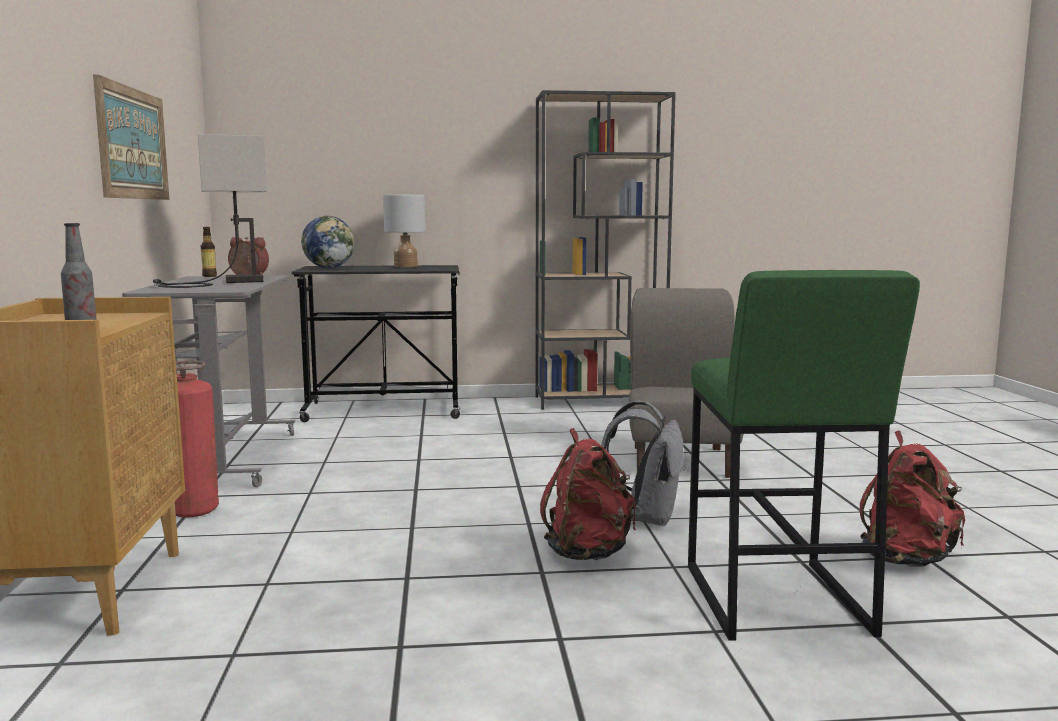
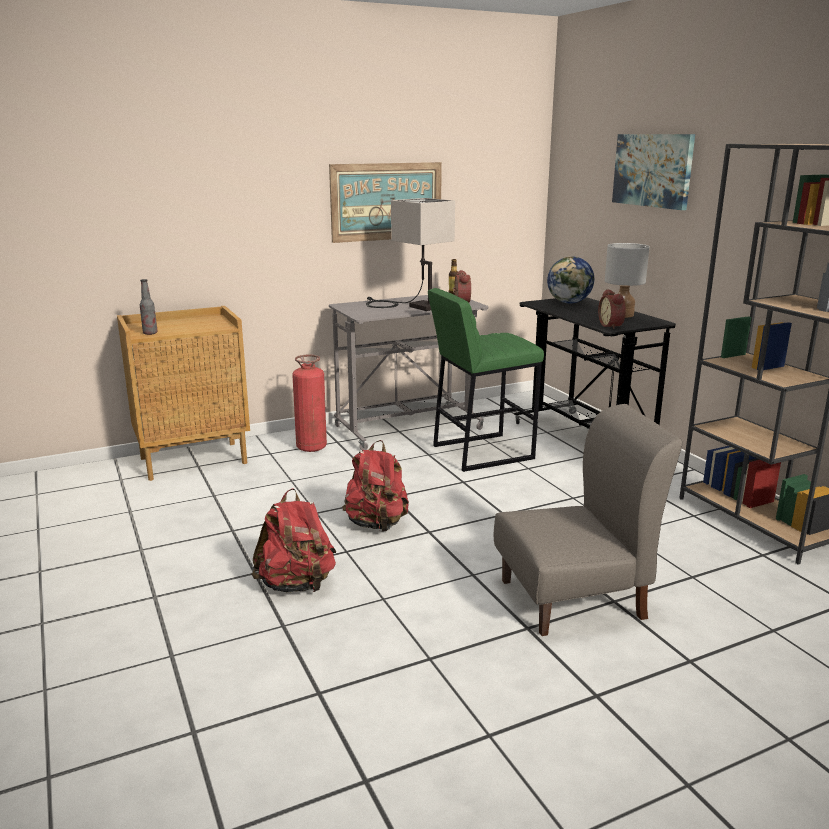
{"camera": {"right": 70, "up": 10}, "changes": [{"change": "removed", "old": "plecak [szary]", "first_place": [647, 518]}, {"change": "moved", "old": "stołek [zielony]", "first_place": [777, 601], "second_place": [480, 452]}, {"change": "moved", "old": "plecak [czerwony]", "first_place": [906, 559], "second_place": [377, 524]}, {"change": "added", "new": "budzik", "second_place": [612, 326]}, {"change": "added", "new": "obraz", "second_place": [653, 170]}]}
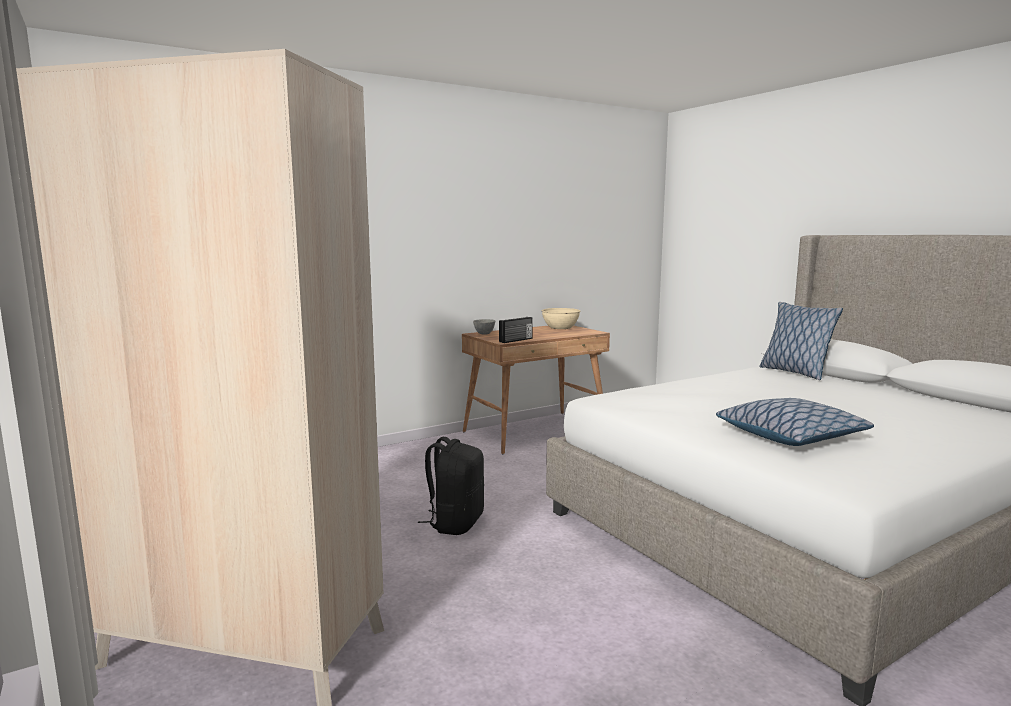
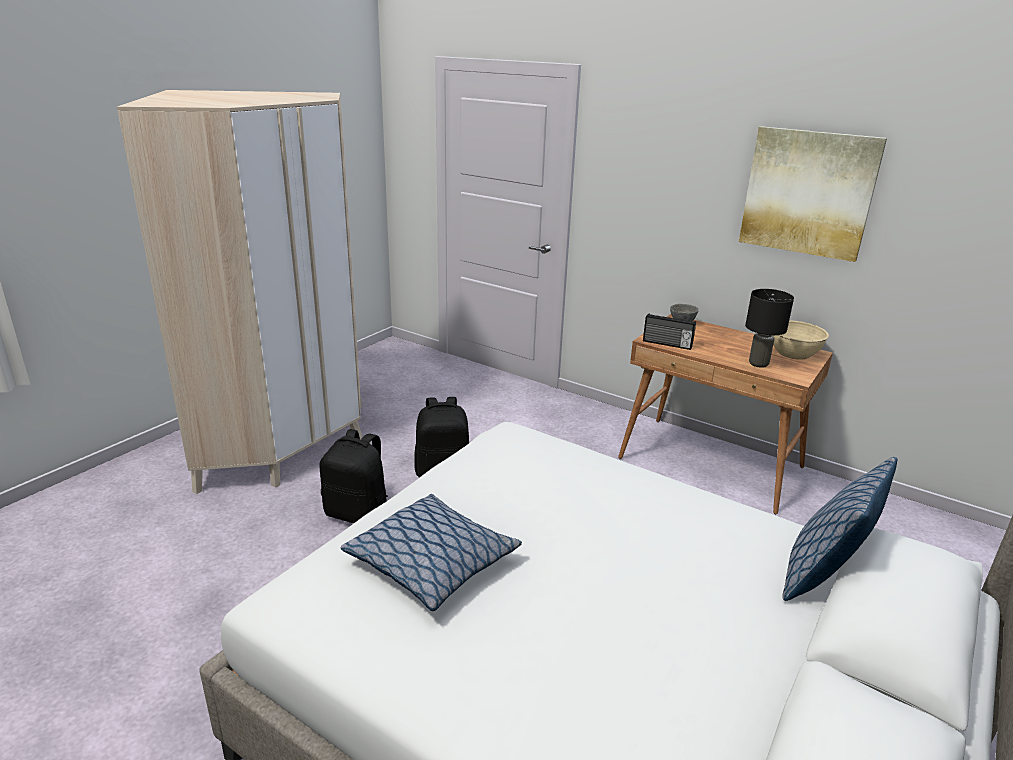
{"camera": {"right": 65, "up": 15}, "changes": [{"change": "added", "new": "plecak [czarny]", "second_place": [358, 513]}, {"change": "added", "new": "obraz", "second_place": [808, 193]}, {"change": "added", "new": "lampa stołowa [czarny]", "second_place": [757, 364]}]}
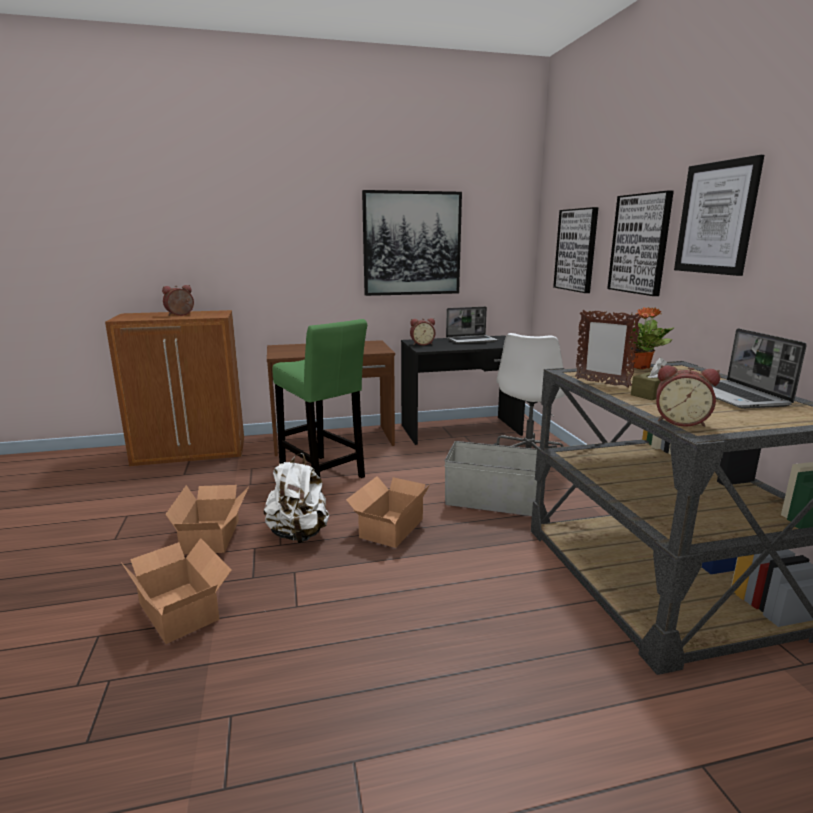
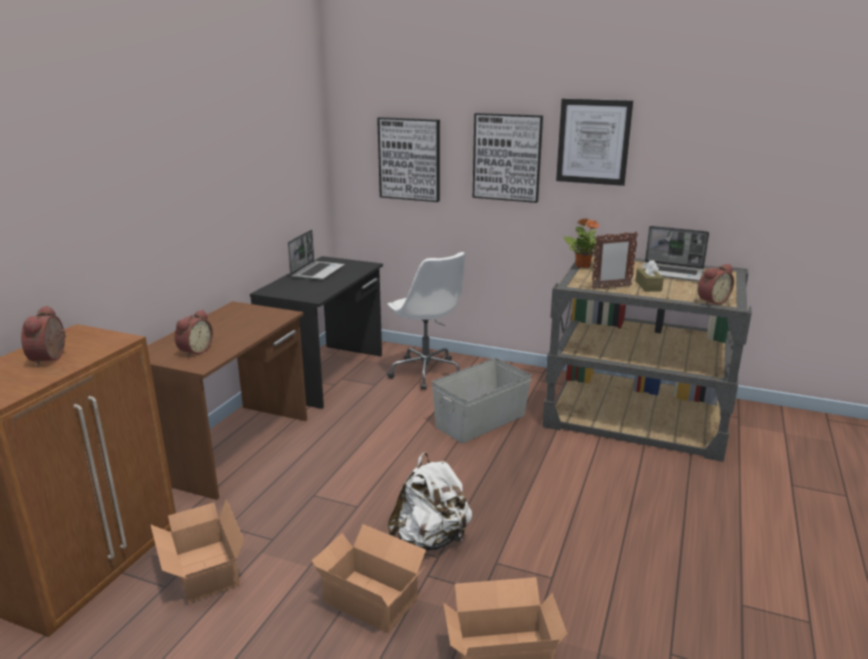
{"camera": {"right": -55, "up": 5}, "changes": [{"change": "removed", "old": "stołek [zielony]", "first_place": [323, 475]}, {"change": "moved", "old": "karton", "first_place": [388, 528], "second_place": [203, 573]}, {"change": "removed", "old": "obraz", "first_place": [412, 244]}, {"change": "moved", "old": "budzik", "first_place": [422, 344], "second_place": [194, 351]}]}
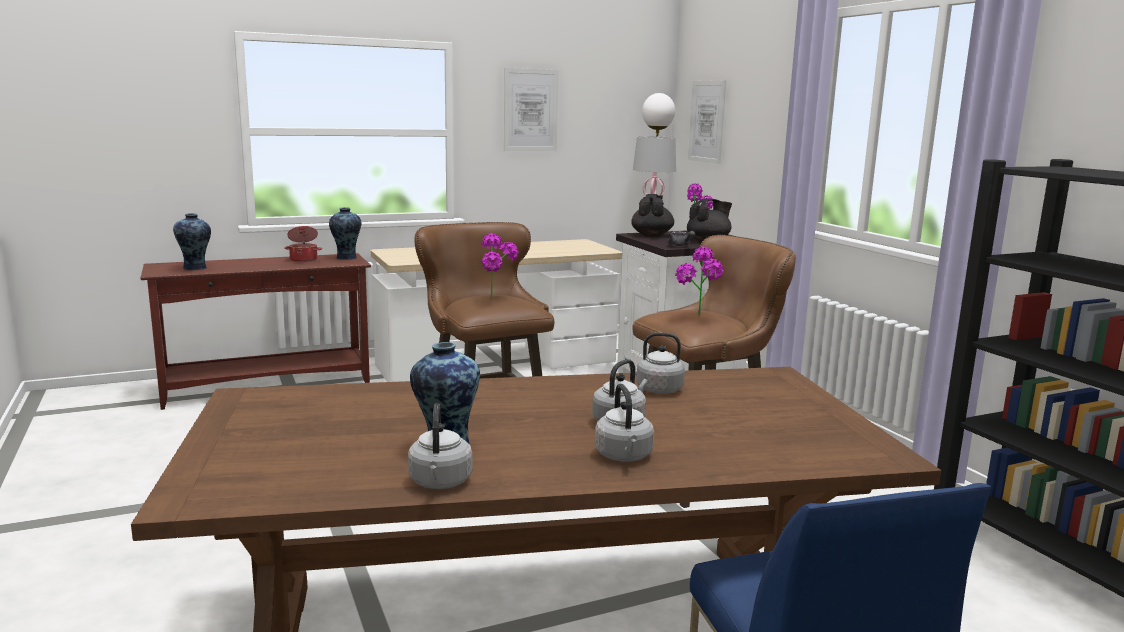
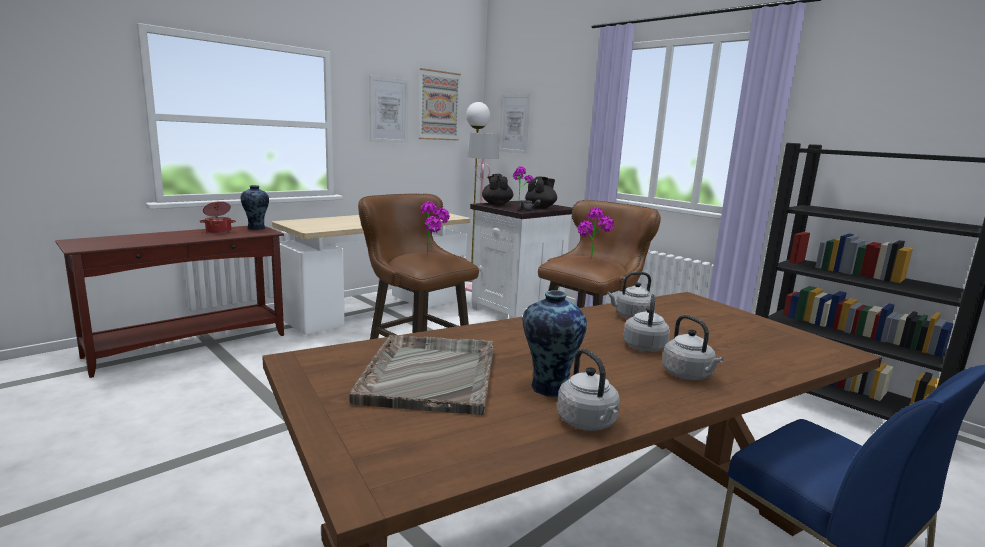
{"camera": {"right": -20, "up": 0}, "changes": [{"change": "removed", "old": "wazon", "first_place": [195, 268]}, {"change": "added", "new": "taca [szary]", "second_place": [430, 374]}, {"change": "added", "new": "obraz", "second_place": [439, 106]}]}
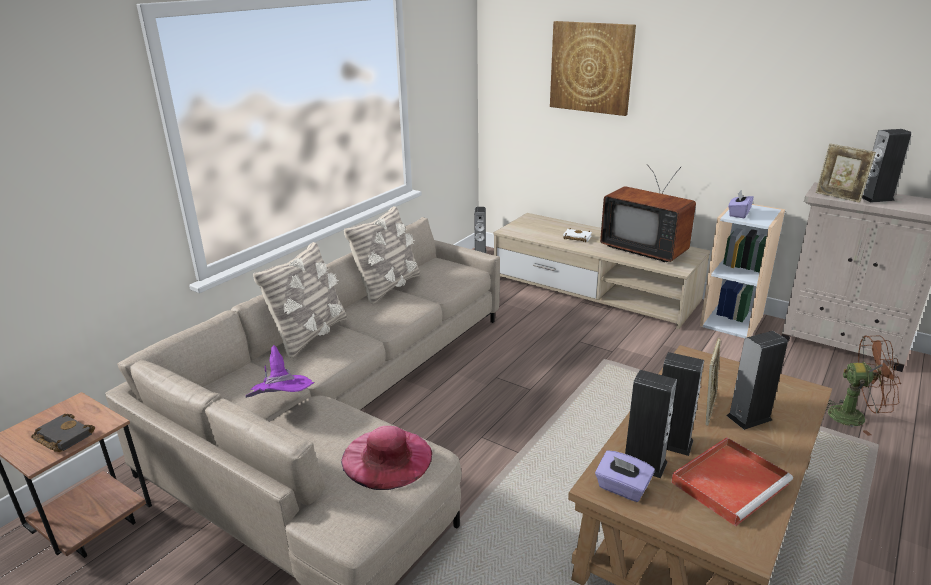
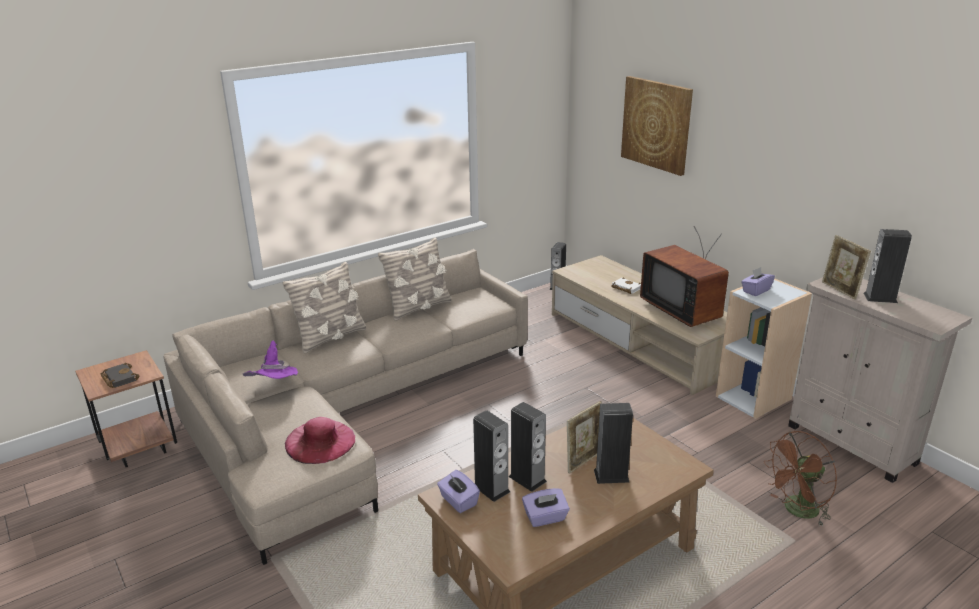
{"camera": {"right": 20, "up": 0}, "changes": [{"change": "replaced", "old": "taca [czerwony]", "new": "pudełko chusteczek [fioletowy]", "first_place": [730, 482], "second_place": [545, 518]}, {"change": "turned", "old": "wentylator [brązowy]", "first_place": [854, 416], "second_place": [796, 511], "degrees": 120}]}
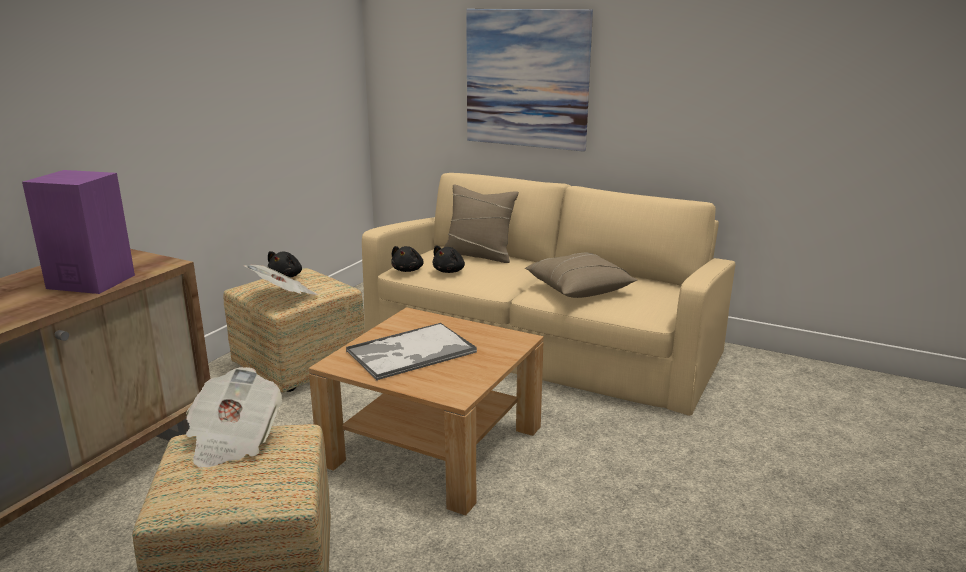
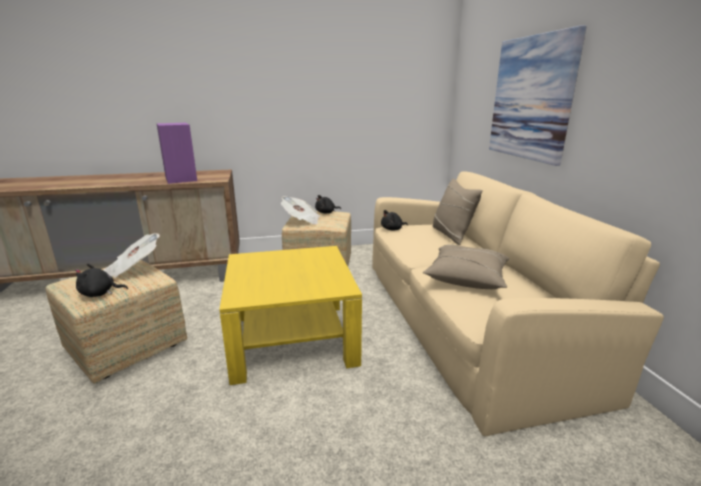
{"camera": {"right": 50, "up": 0}, "changes": [{"change": "recoloured", "old": "ława [brązowy]", "new": "ława [żółty]", "first_place": [433, 445], "second_place": [292, 338]}, {"change": "removed", "old": "taca", "first_place": [410, 352]}, {"change": "moved", "old": "pluszak [czarny]", "first_place": [450, 271], "second_place": [100, 293]}]}
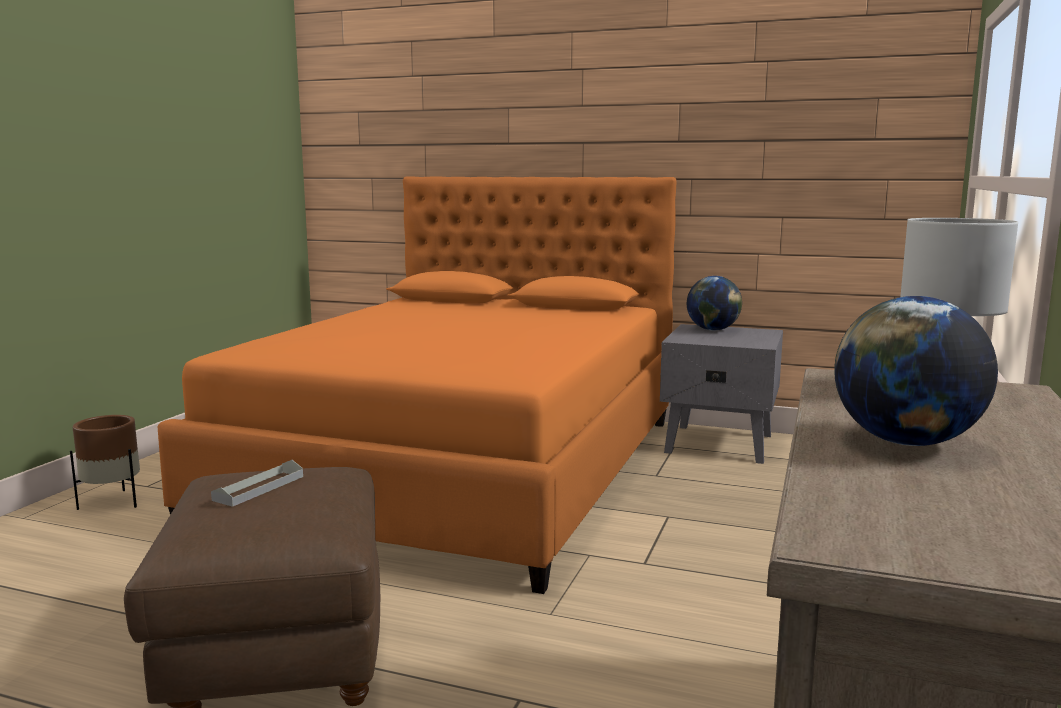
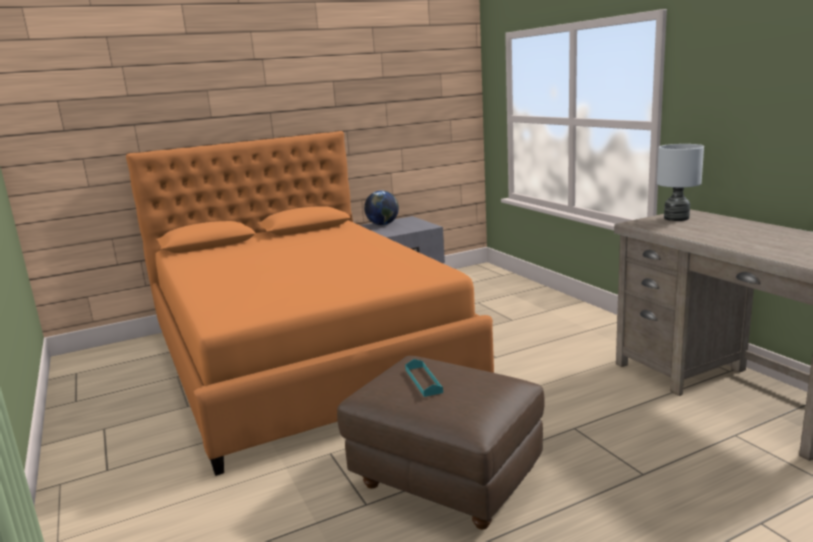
{"camera": {"right": -45, "up": 5}, "changes": [{"change": "removed", "old": "donica [brązowy]", "first_place": [113, 502]}, {"change": "recoloured", "old": "taca [szary]", "new": "taca [turkusowy]", "first_place": [259, 488], "second_place": [423, 381]}, {"change": "removed", "old": "globus", "first_place": [905, 442]}]}
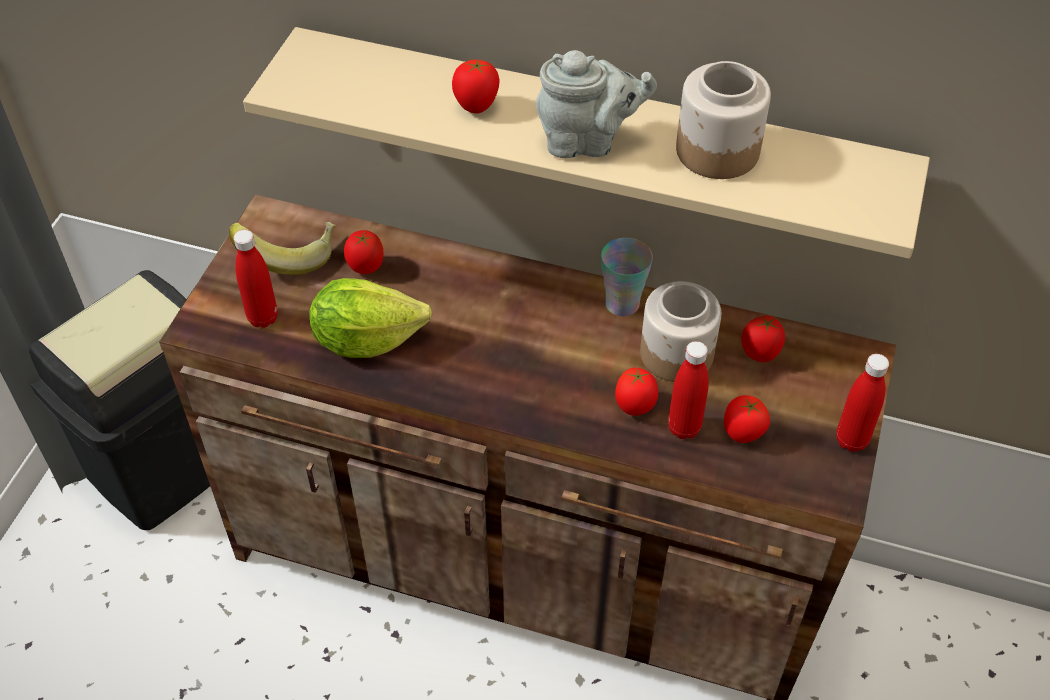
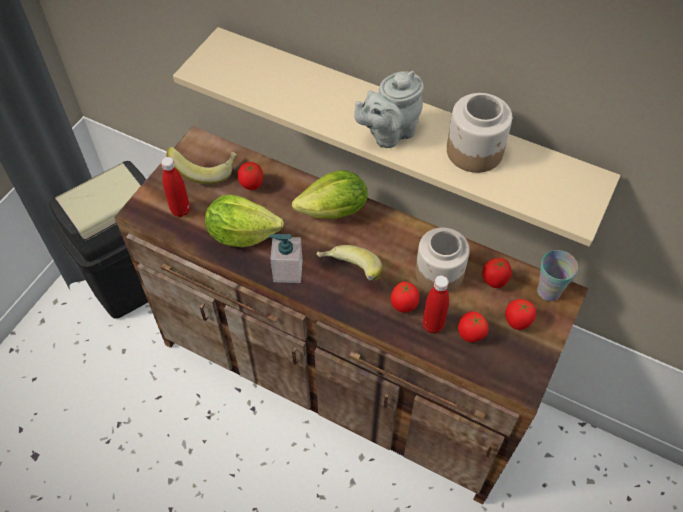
{"camera": {"right": 10, "up": 5}, "changes": [{"change": "moved", "old": "pomidor", "first_place": [476, 107], "second_place": [517, 323]}, {"change": "turned", "old": "imbryk [szary]", "first_place": [587, 142], "second_place": [388, 133], "degrees": 135}, {"change": "moved", "old": "filiżanka", "first_place": [622, 304], "second_place": [548, 291]}, {"change": "removed", "old": "butelka [czerwony]", "first_place": [851, 440]}, {"change": "added", "new": "dozownik mydła", "second_place": [287, 271]}, {"change": "added", "new": "sałata", "second_place": [334, 211]}, {"change": "added", "new": "banan", "second_place": [348, 273]}]}
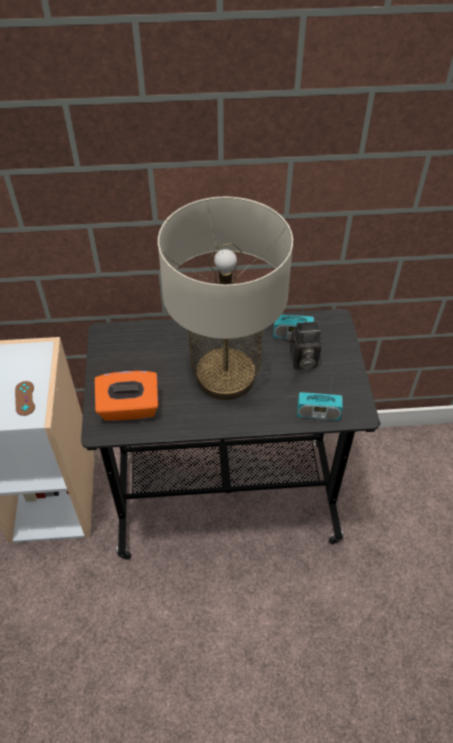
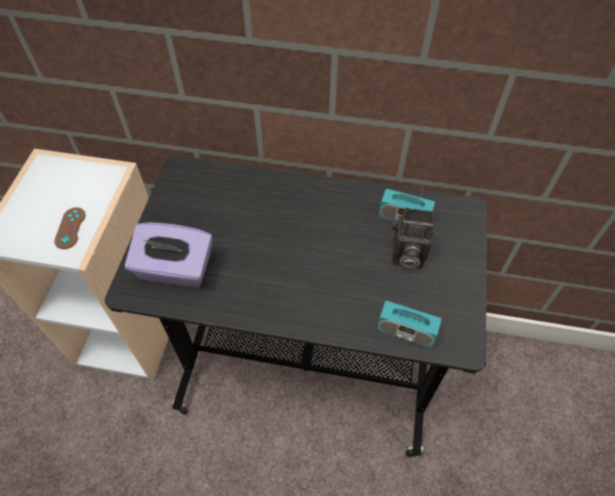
{"camera": {"right": 15, "up": 5}, "changes": [{"change": "recoloured", "old": "pudełko chusteczek [pomarańczowy]", "new": "pudełko chusteczek [fioletowy]", "first_place": [129, 408], "second_place": [175, 270]}, {"change": "removed", "old": "lampa stołowa", "first_place": [225, 376]}]}
